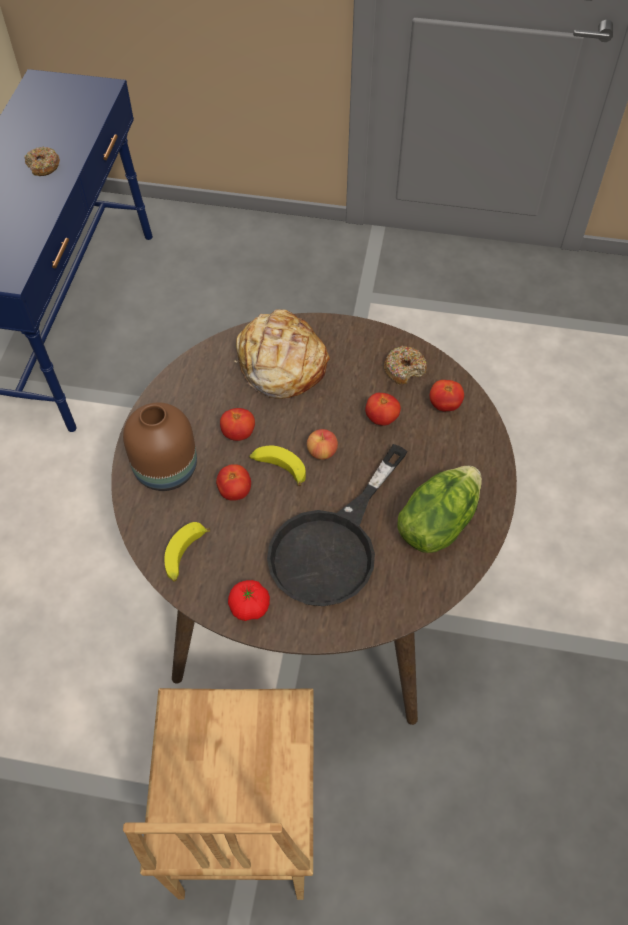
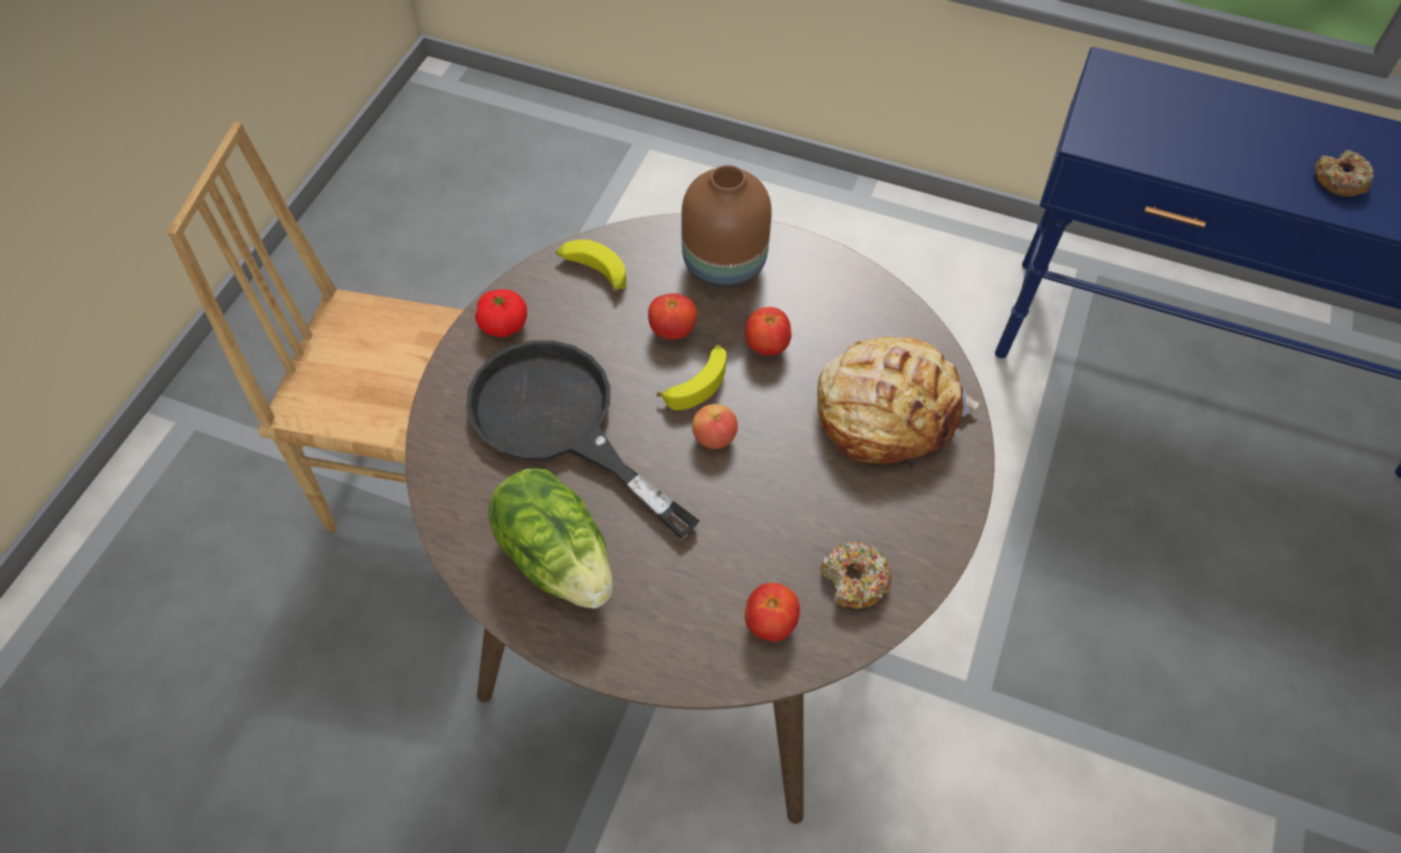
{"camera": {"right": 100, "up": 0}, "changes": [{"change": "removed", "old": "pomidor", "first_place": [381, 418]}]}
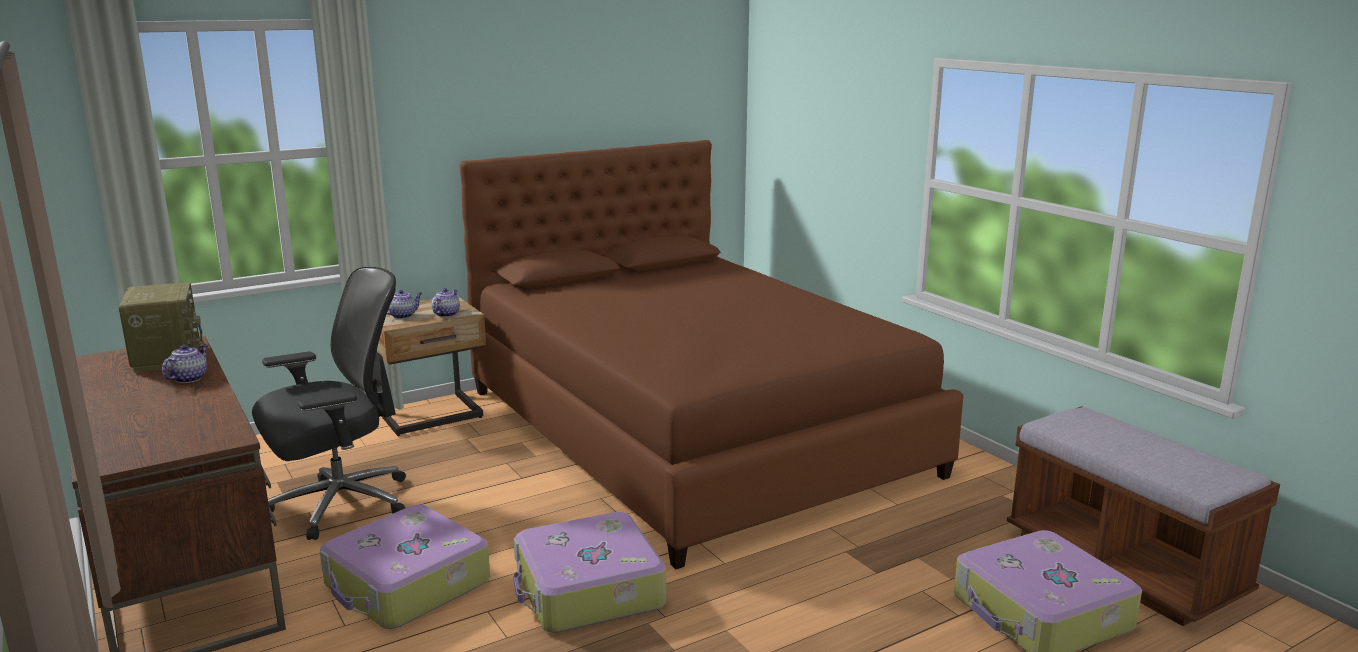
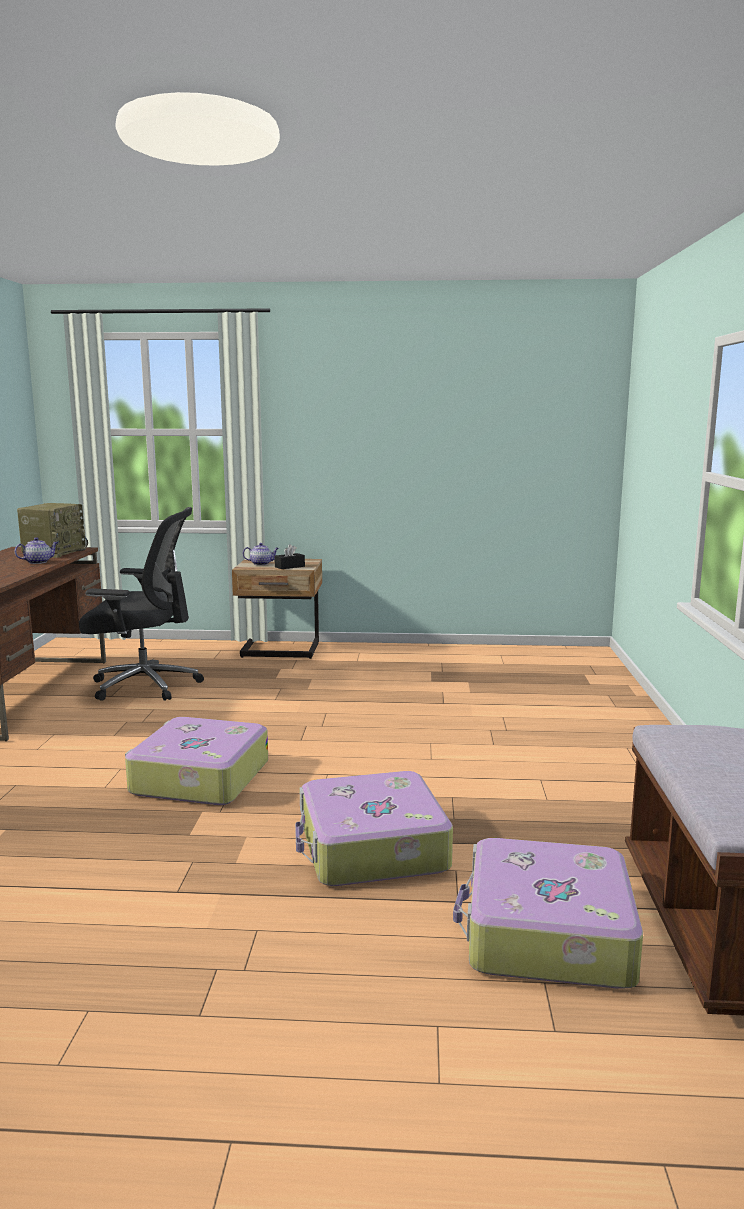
{"camera": {"right": 35, "up": -5}, "changes": [{"change": "moved", "old": "walizka", "first_place": [407, 585], "second_place": [371, 848]}, {"change": "replaced", "old": "imbryk", "new": "pudełko chusteczek [czarny]", "first_place": [446, 314], "second_place": [289, 566]}, {"change": "removed", "old": "łóżko [brązowy]", "first_place": [691, 430]}]}
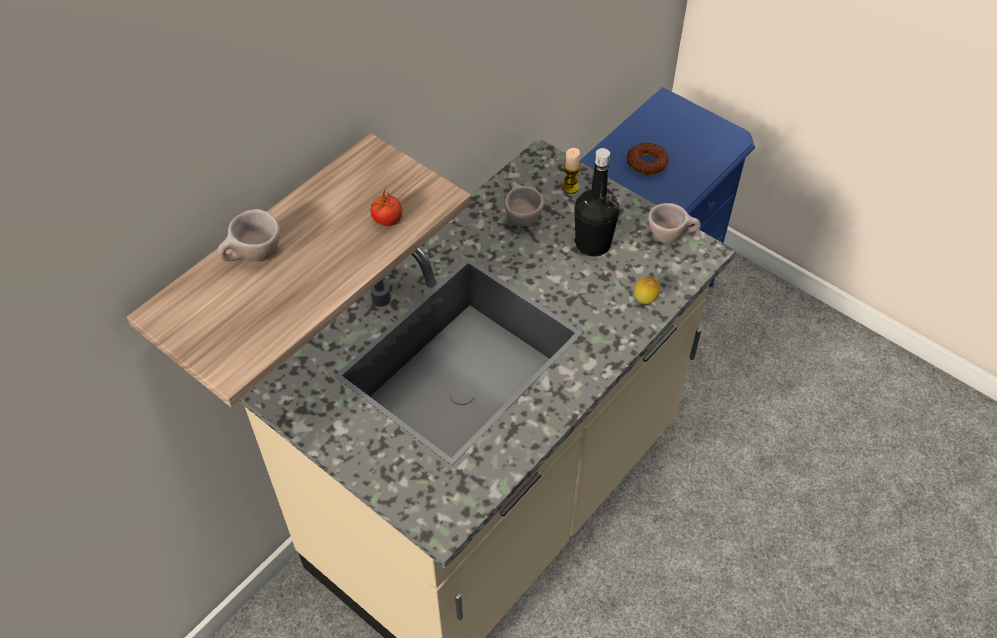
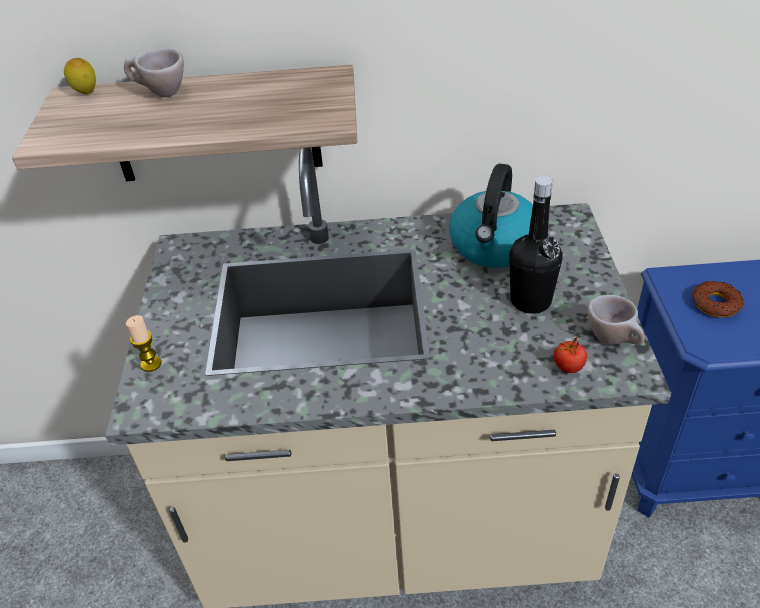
{"camera": {"right": 50, "up": -10}, "changes": [{"change": "moved", "old": "pomidor", "first_place": [387, 220], "second_place": [568, 367]}, {"change": "replaced", "old": "filiżanka [beżowy]", "new": "czajnik", "first_place": [520, 217], "second_place": [494, 246]}, {"change": "moved", "old": "świeca", "first_place": [570, 188], "second_place": [151, 364]}, {"change": "moved", "old": "cytryna", "first_place": [645, 301], "second_place": [86, 94]}]}
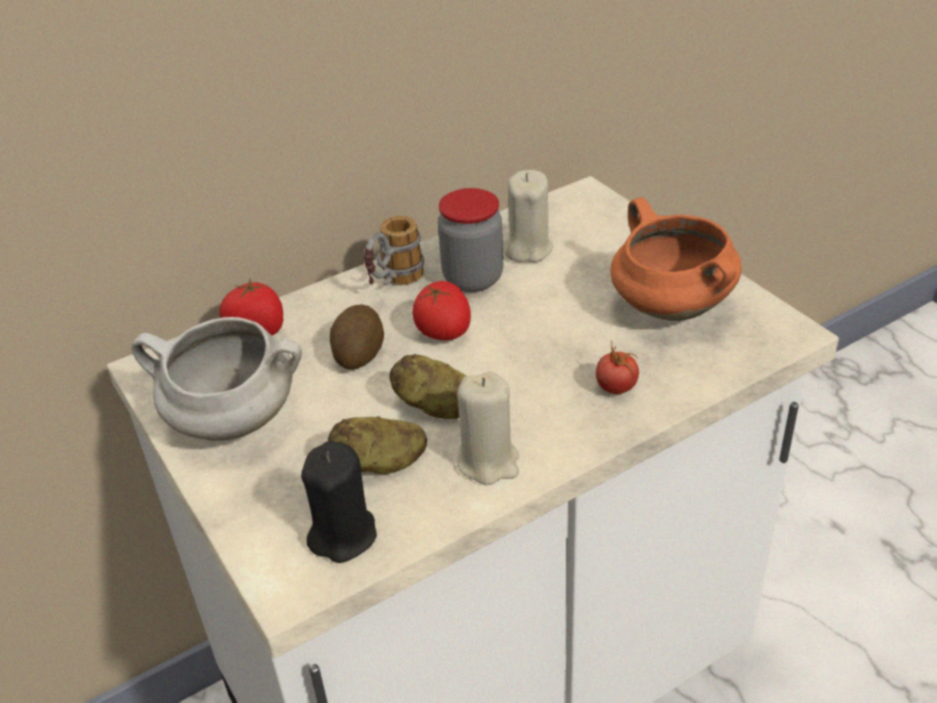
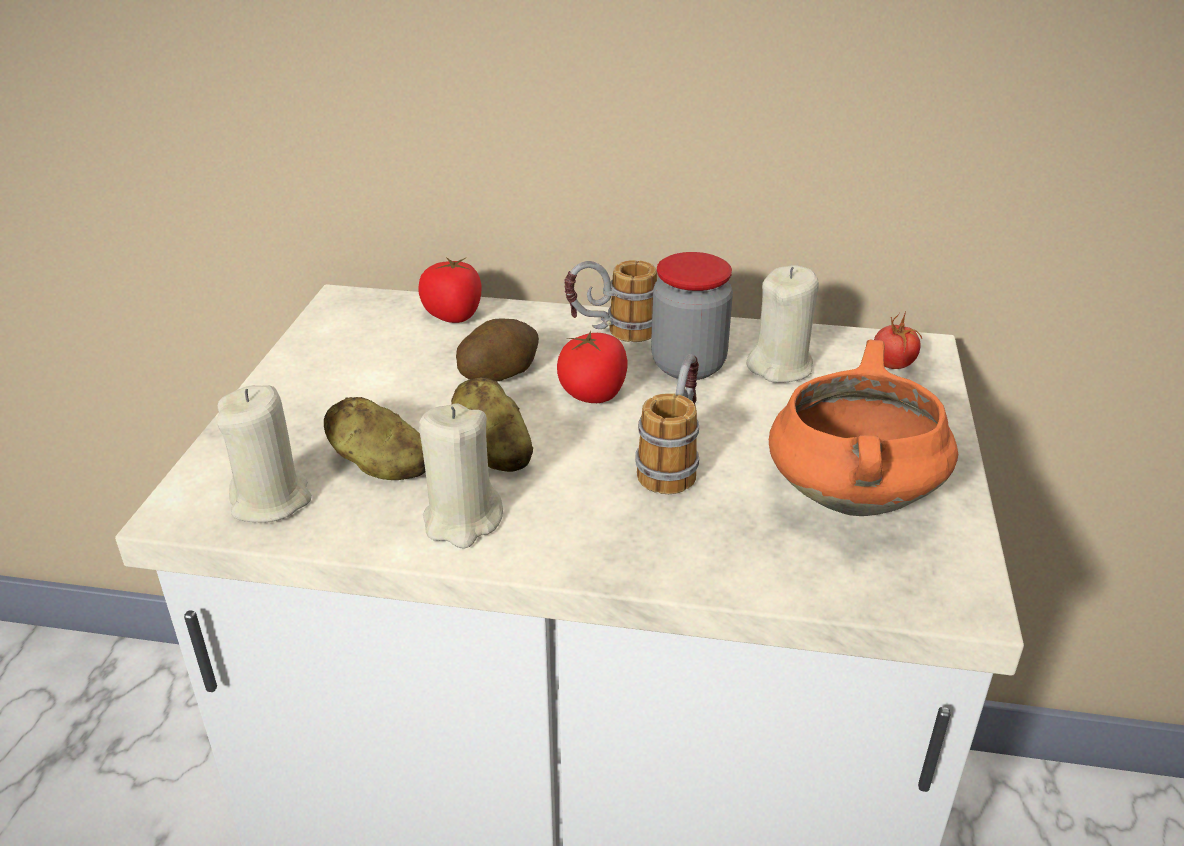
{"camera": {"right": 40, "up": -5}, "changes": [{"change": "removed", "old": "garnek [biały]", "first_place": [231, 421]}, {"change": "recoloured", "old": "świeca [czarny]", "new": "świeca [beżowy]", "first_place": [343, 535], "second_place": [271, 500]}, {"change": "moved", "old": "pomidor", "first_place": [616, 388], "second_place": [893, 365]}, {"change": "added", "new": "kubek", "second_place": [674, 461]}]}
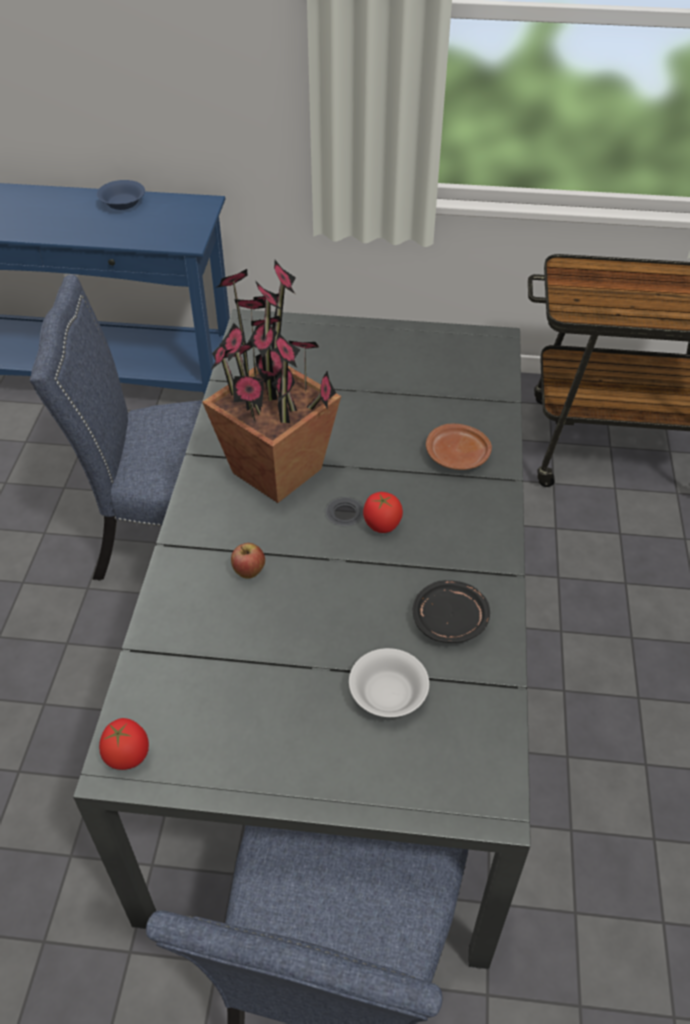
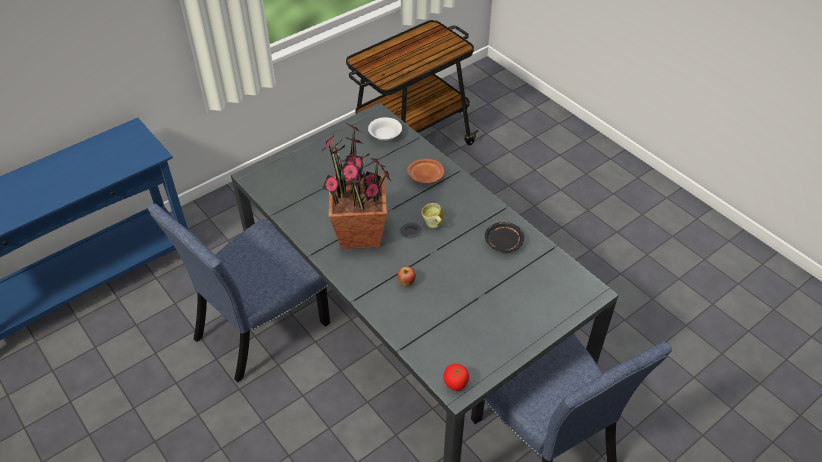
{"camera": {"right": -45, "up": 0}, "changes": [{"change": "removed", "old": "miska [niebieski]", "first_place": [123, 203]}, {"change": "moved", "old": "miska [biały]", "first_place": [387, 693], "second_place": [384, 135]}, {"change": "replaced", "old": "pomidor", "new": "kubek", "first_place": [381, 525], "second_place": [433, 225]}]}
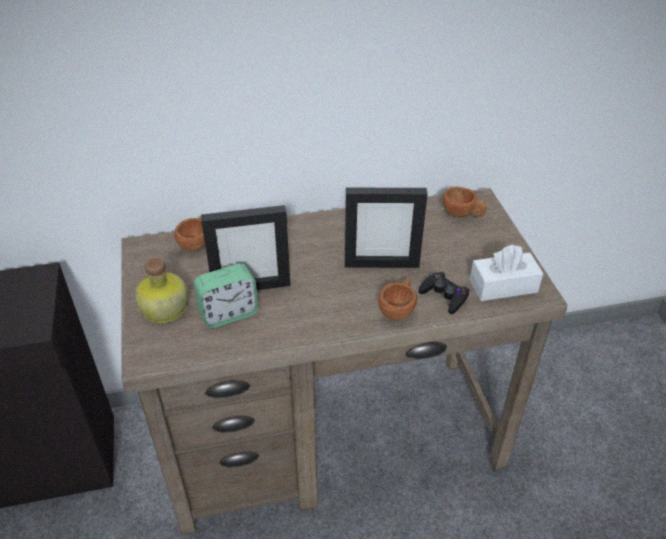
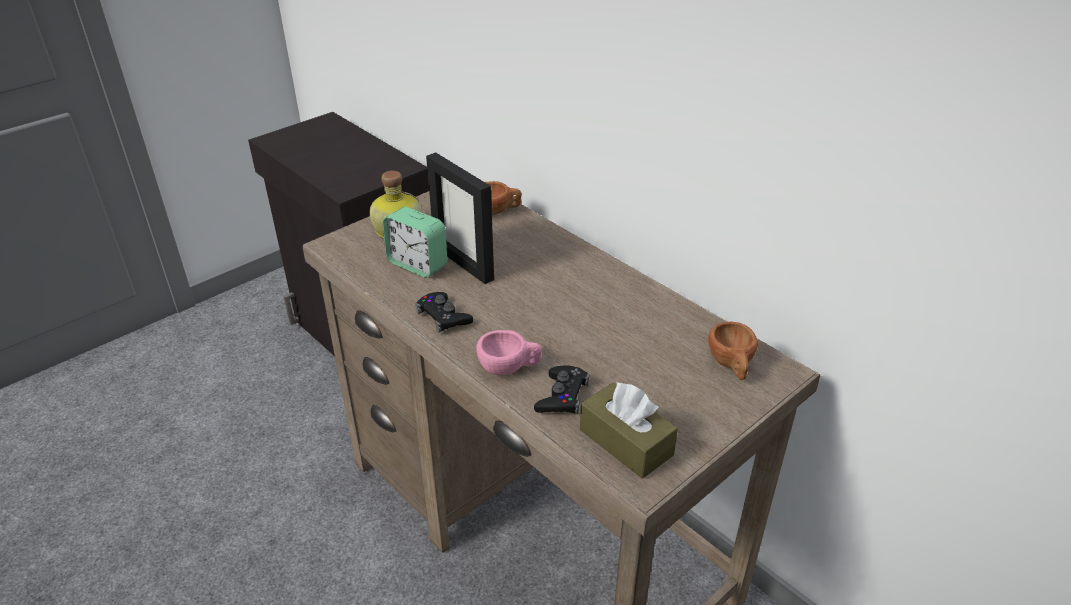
{"camera": {"right": 60, "up": -5}, "changes": [{"change": "removed", "old": "ramka na zdjęcie", "first_place": [381, 263]}, {"change": "recoloured", "old": "filiżanka [brązowy]", "new": "filiżanka [różowy]", "first_place": [398, 309], "second_place": [509, 368]}, {"change": "recoloured", "old": "pudełko chusteczek [biały]", "new": "pudełko chusteczek [brązowy]", "first_place": [503, 286], "second_place": [626, 442]}, {"change": "added", "new": "pad do gier [czarny]", "second_place": [443, 317]}]}
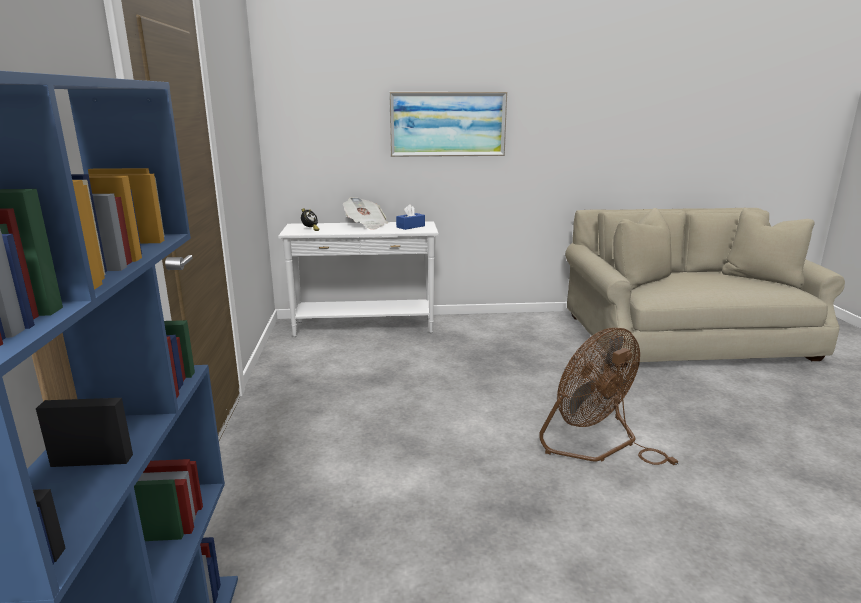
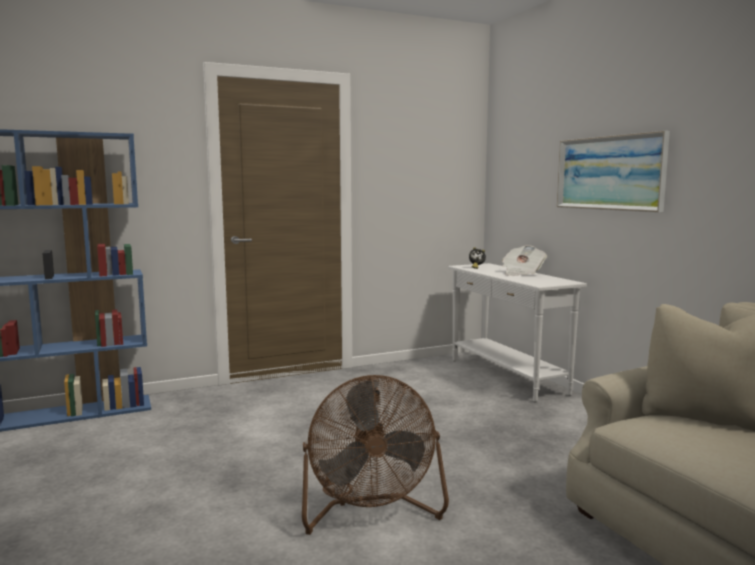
{"camera": {"right": 70, "up": -10}, "changes": [{"change": "removed", "old": "pudełko chusteczek [niebieski]", "first_place": [410, 226]}, {"change": "turned", "old": "wentylator [brązowy]", "first_place": [605, 443], "second_place": [365, 511], "degrees": 135}]}
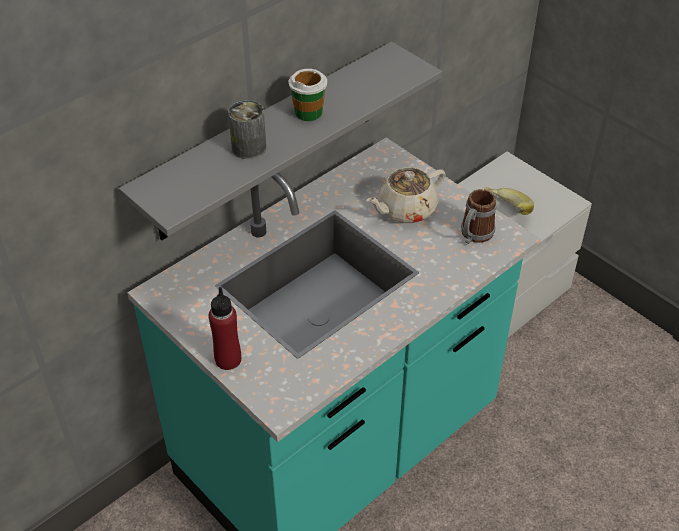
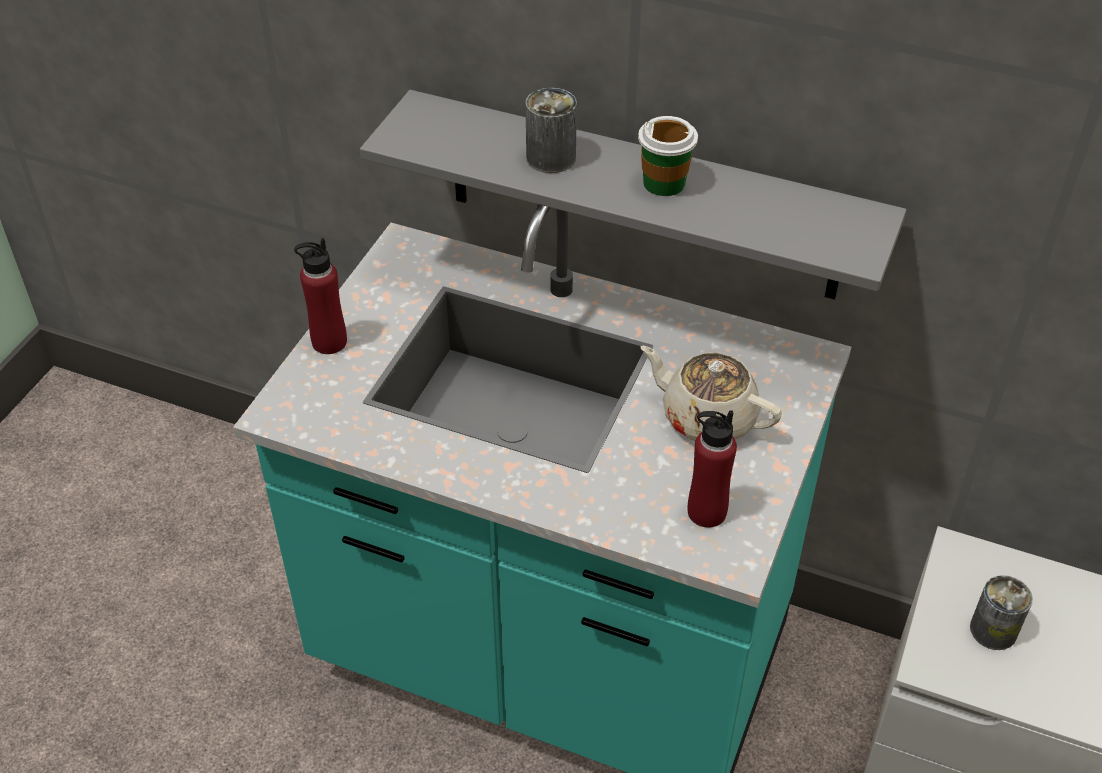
{"camera": {"right": 65, "up": 0}, "changes": [{"change": "replaced", "old": "kubek", "new": "butelka [czerwony]", "first_place": [474, 236], "second_place": [706, 512]}, {"change": "replaced", "old": "banan", "new": "puszka", "first_place": [505, 212], "second_place": [993, 630]}]}
